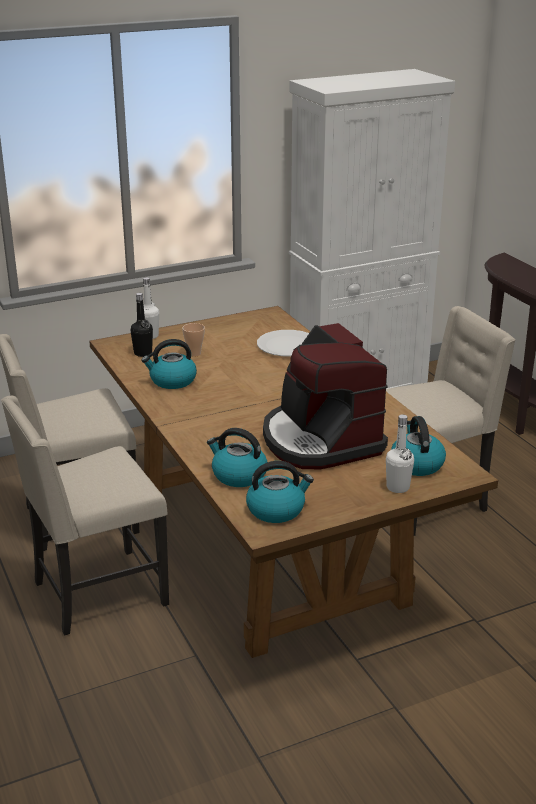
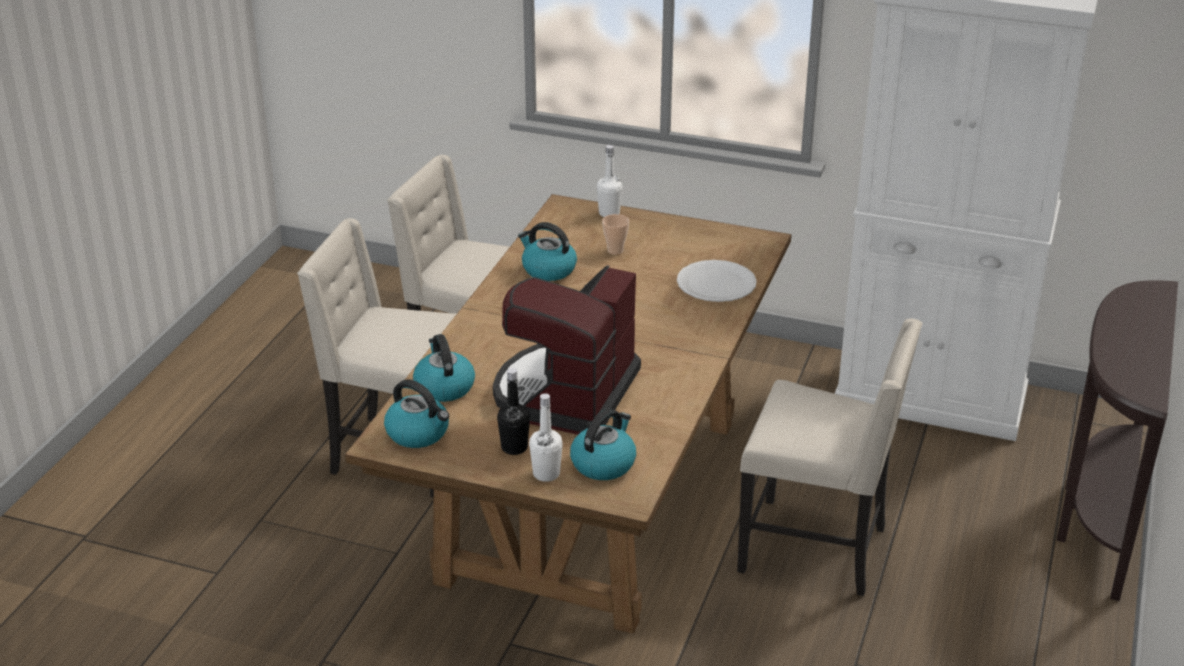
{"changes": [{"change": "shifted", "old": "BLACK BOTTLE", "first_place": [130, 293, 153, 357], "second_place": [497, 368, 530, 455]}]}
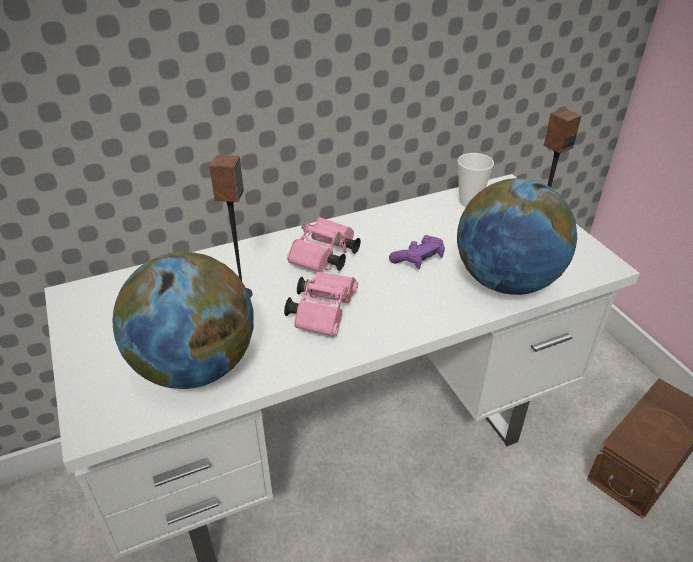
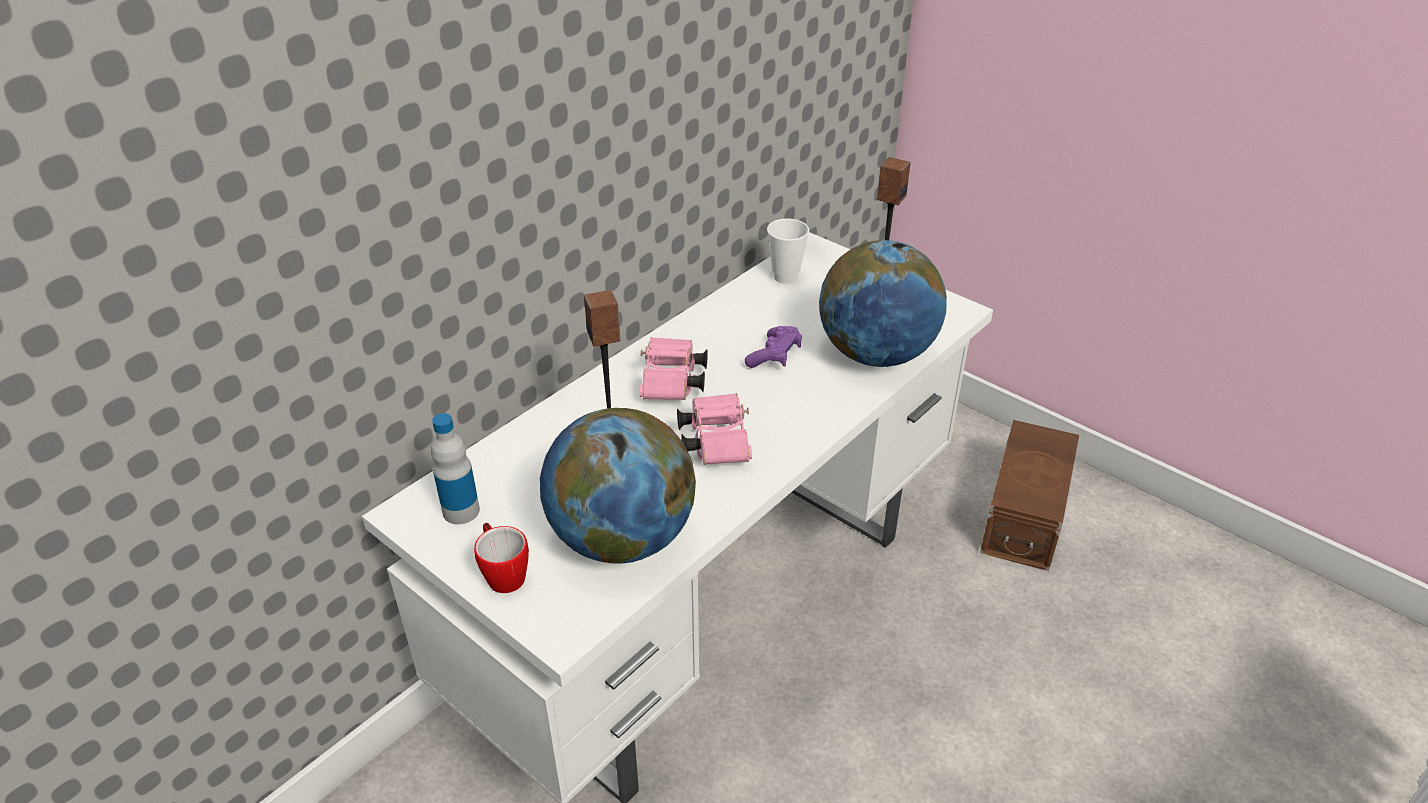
{"changes": [{"change": "new", "new": "BOTTLE", "second_place": [431, 413, 480, 524]}, {"change": "new", "new": "MUG", "second_place": [474, 523, 529, 593]}]}
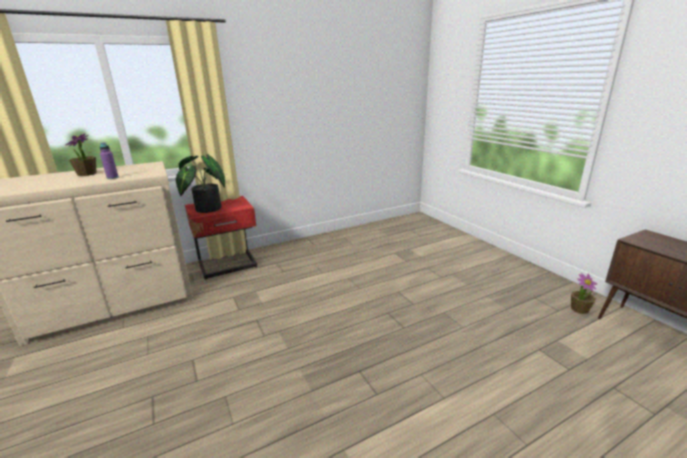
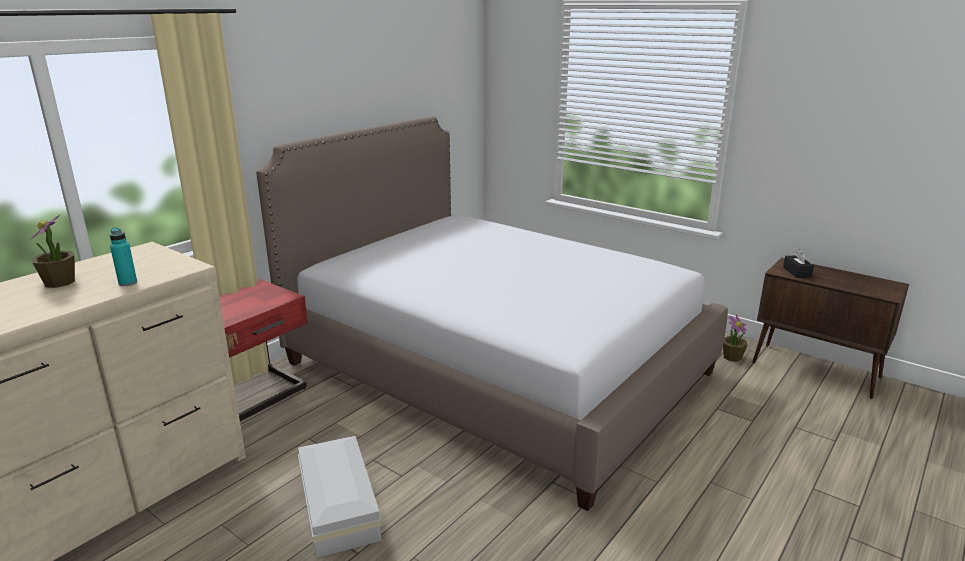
{"changes": [{"change": "repainted", "old": "PURPLE BOTTLE", "new": "TURQUOISE BOTTLE", "first_place": [99, 142, 119, 179], "second_place": [110, 228, 137, 286]}, {"change": "gone", "old": "POTTED PLANT", "first_place": [176, 154, 225, 213]}, {"change": "new", "new": "BED", "second_place": [256, 116, 728, 511]}, {"change": "new", "new": "BLACK TISSUE BOX", "second_place": [783, 249, 814, 278]}, {"change": "new", "new": "WHITE STORAGE BOX", "second_place": [298, 436, 382, 558]}]}
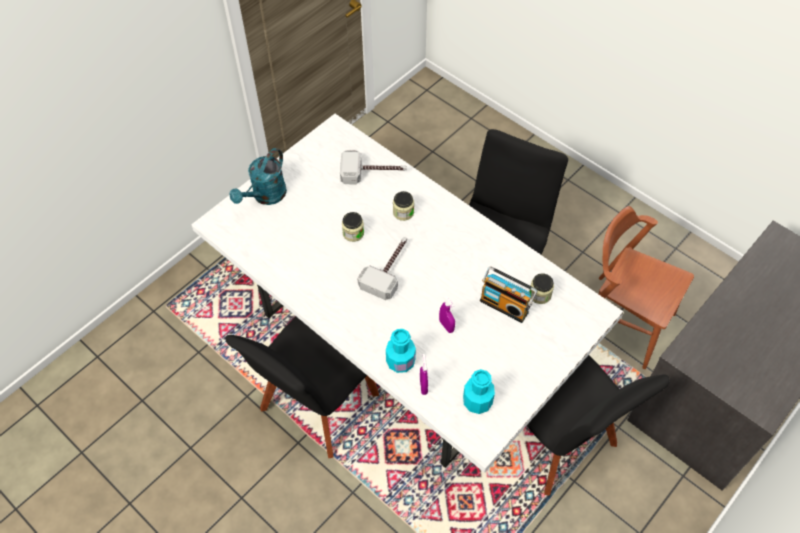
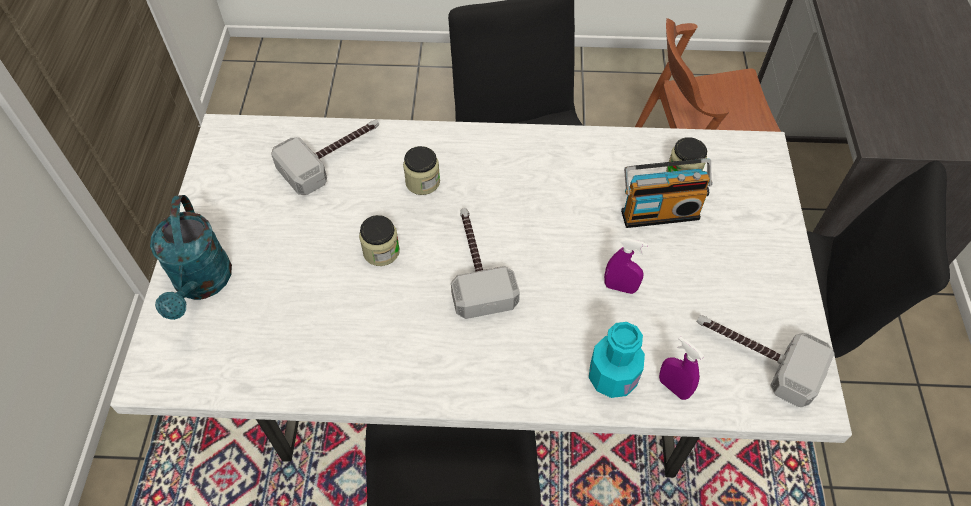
{"changes": [{"change": "swapped", "old": "TURQUOISE BOTTLE", "new": "HAMMER", "first_place": [463, 369, 495, 414], "second_place": [697, 315, 835, 407]}]}
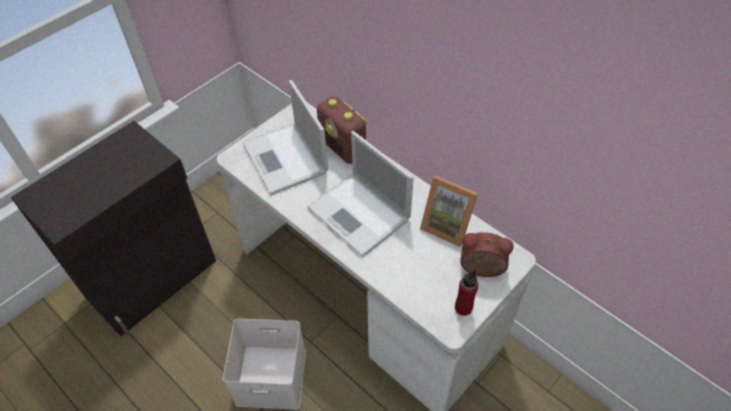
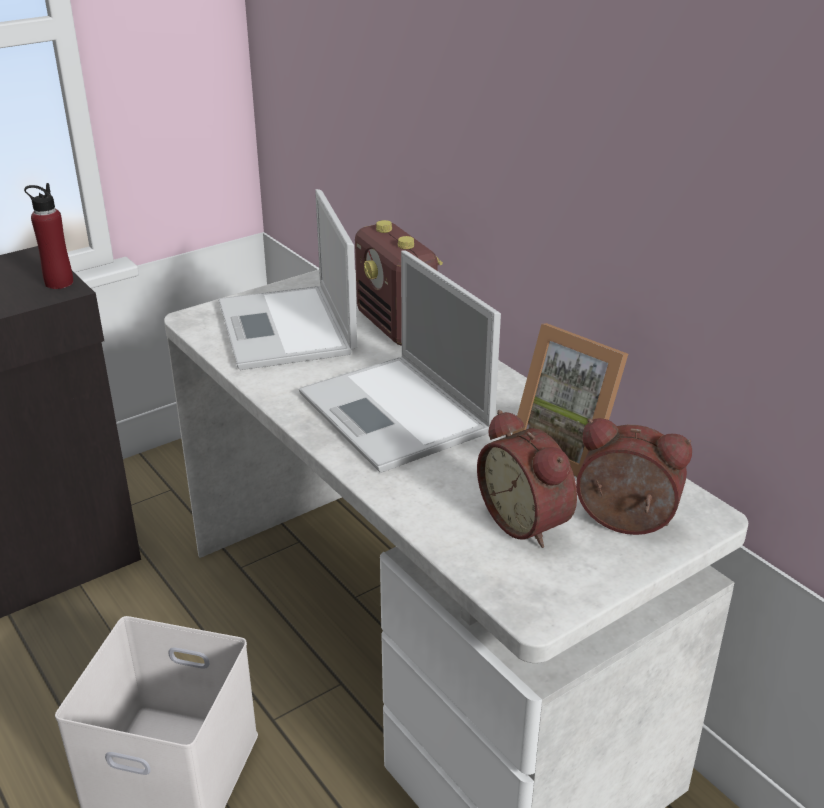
{"changes": [{"change": "shifted", "old": "RED BOTTLE", "first_place": [455, 270, 478, 316], "second_place": [24, 183, 73, 289]}, {"change": "new", "new": "ALARM CLOCK", "second_place": [477, 410, 577, 548]}]}
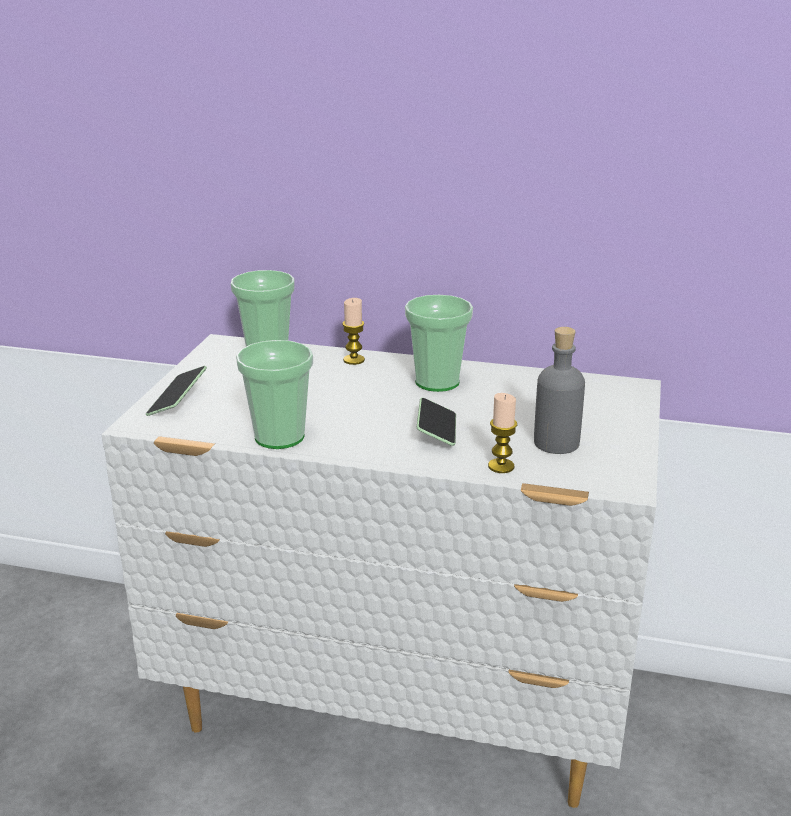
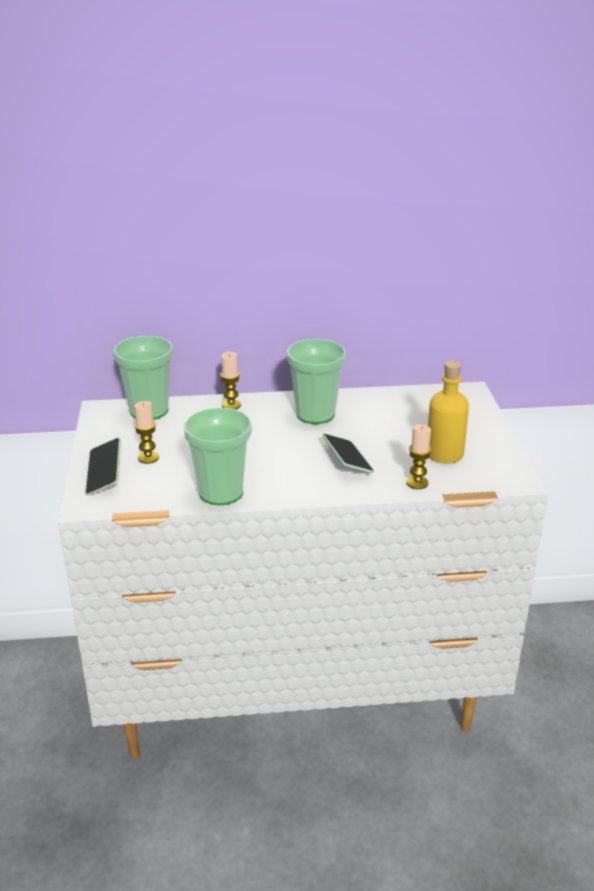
{"changes": [{"change": "repainted", "old": "GREY BOTTLE", "new": "YELLOW BOTTLE", "first_place": [534, 327, 585, 454], "second_place": [428, 360, 469, 463]}, {"change": "new", "new": "CANDLE", "second_place": [134, 401, 159, 464]}]}
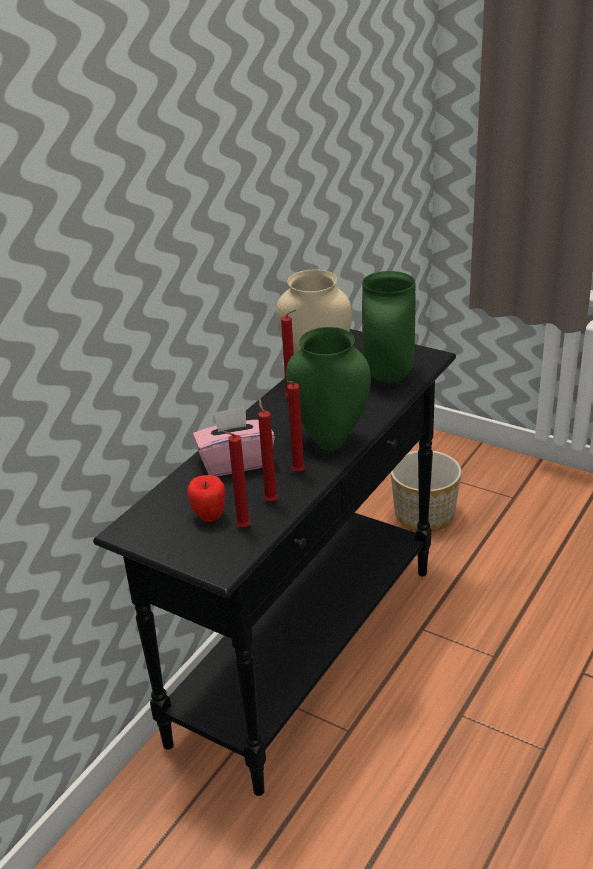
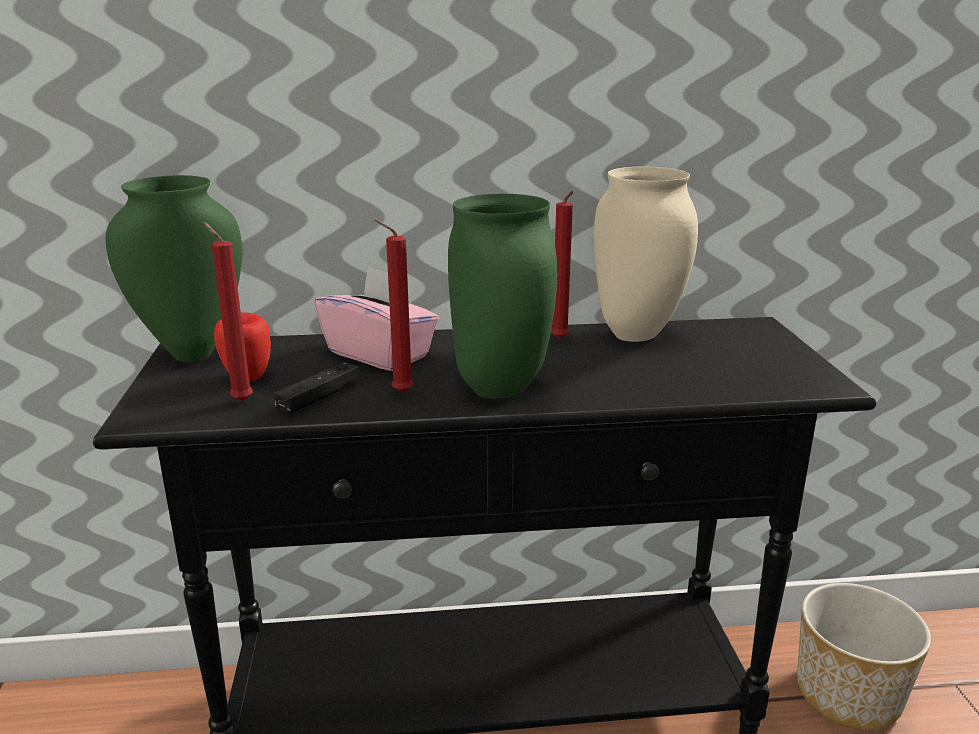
{"changes": [{"change": "shifted", "old": "GREEN VASE", "first_place": [362, 271, 416, 383], "second_place": [106, 175, 243, 362]}, {"change": "swapped", "old": "RED CANDLE", "new": "BLACK GAME CONTROLLER", "first_place": [258, 397, 278, 502], "second_place": [274, 362, 360, 415]}]}
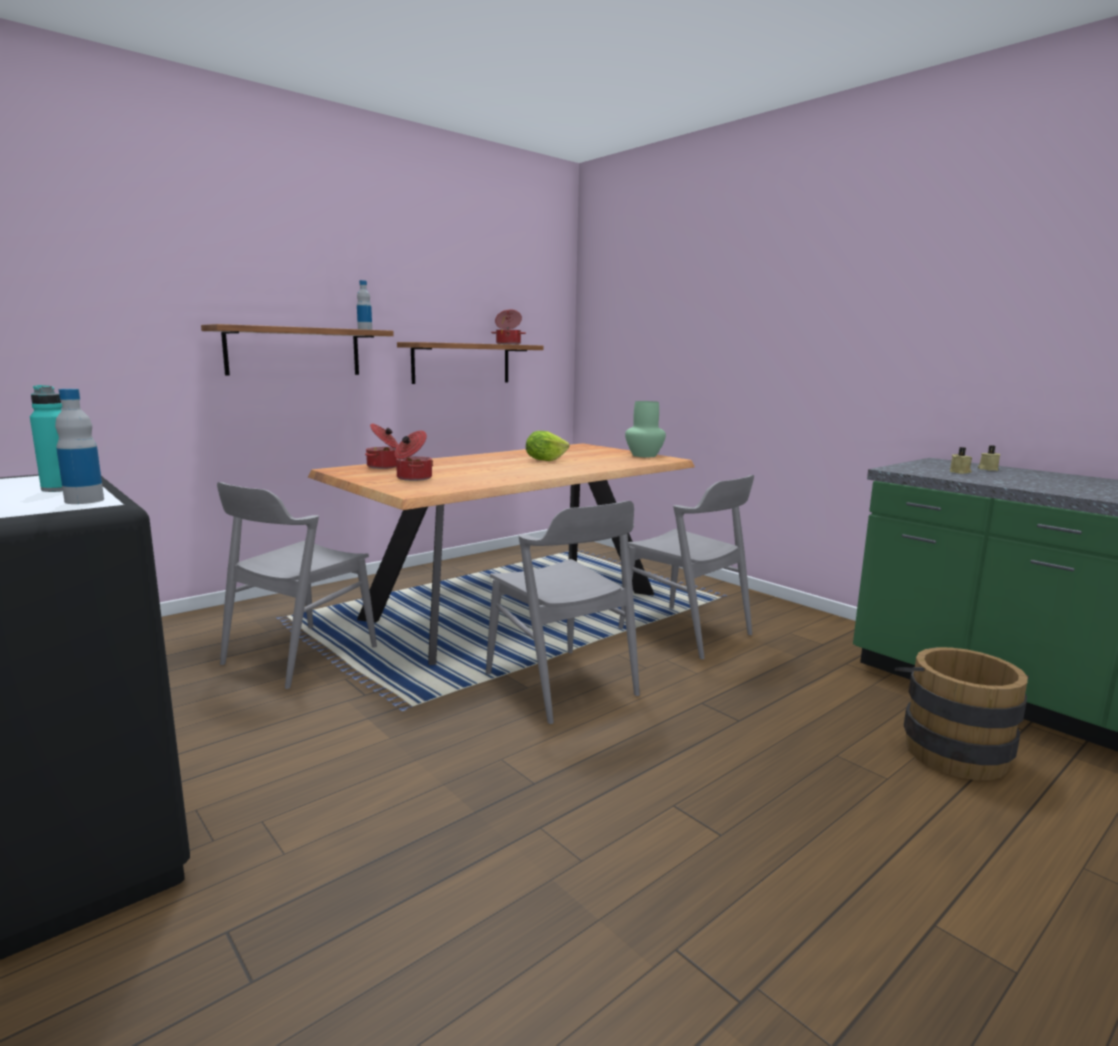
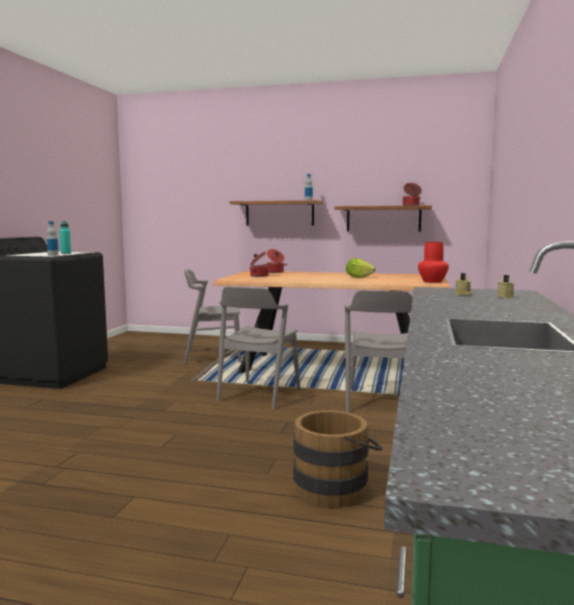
{"changes": [{"change": "repainted", "old": "GREEN VASE", "new": "RED VASE", "first_place": [625, 401, 666, 457], "second_place": [418, 242, 449, 283]}]}
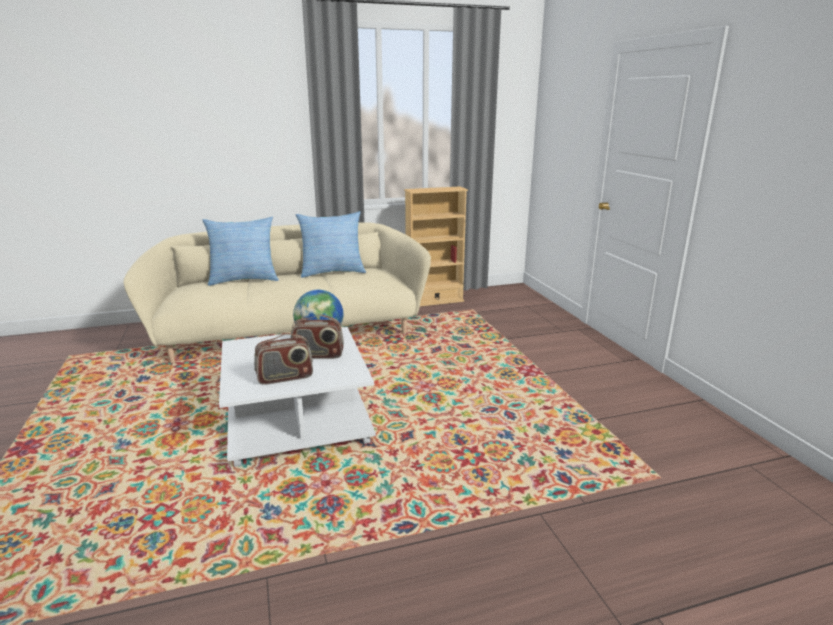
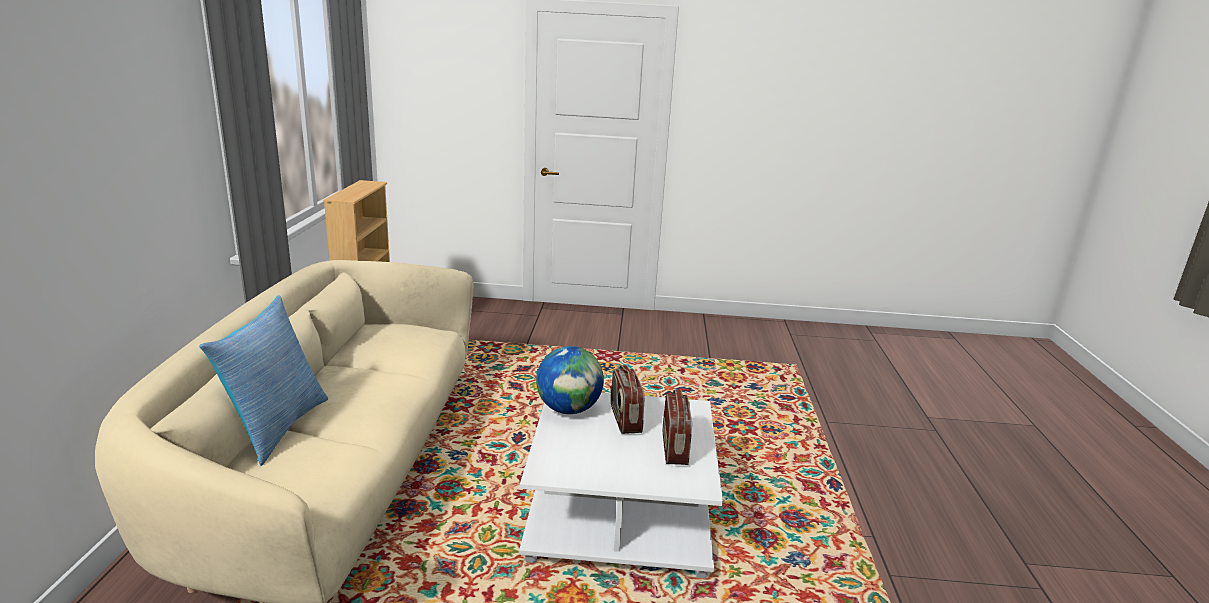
{"changes": [{"change": "gone", "old": "PILLOW", "first_place": [296, 211, 366, 278]}, {"change": "rotated", "old": "RADIO", "first_place": [291, 315, 344, 359], "second_place": [611, 365, 644, 434], "degrees": 150}]}
